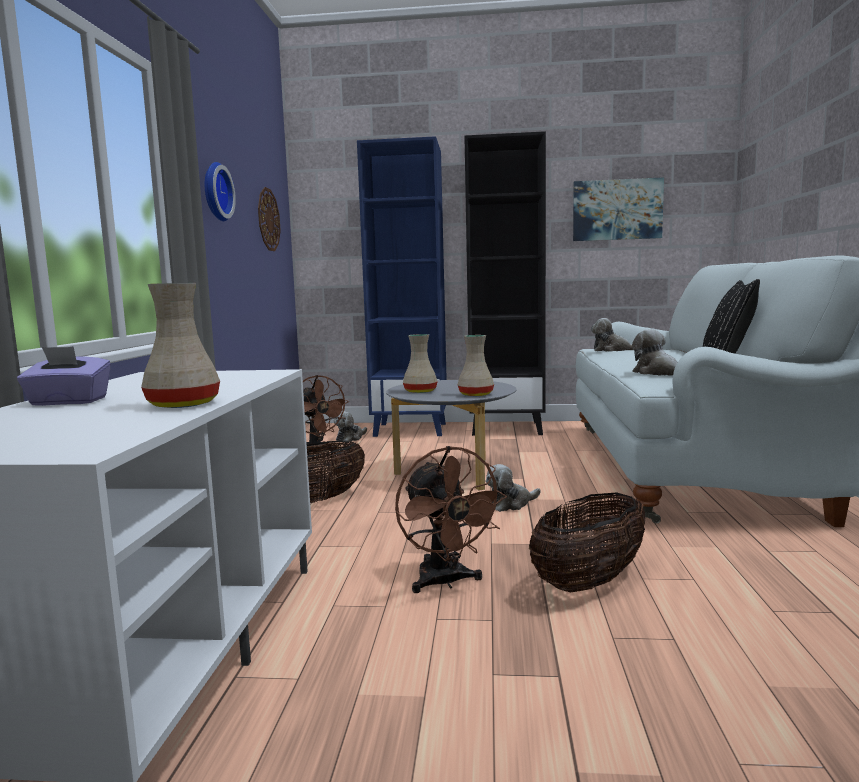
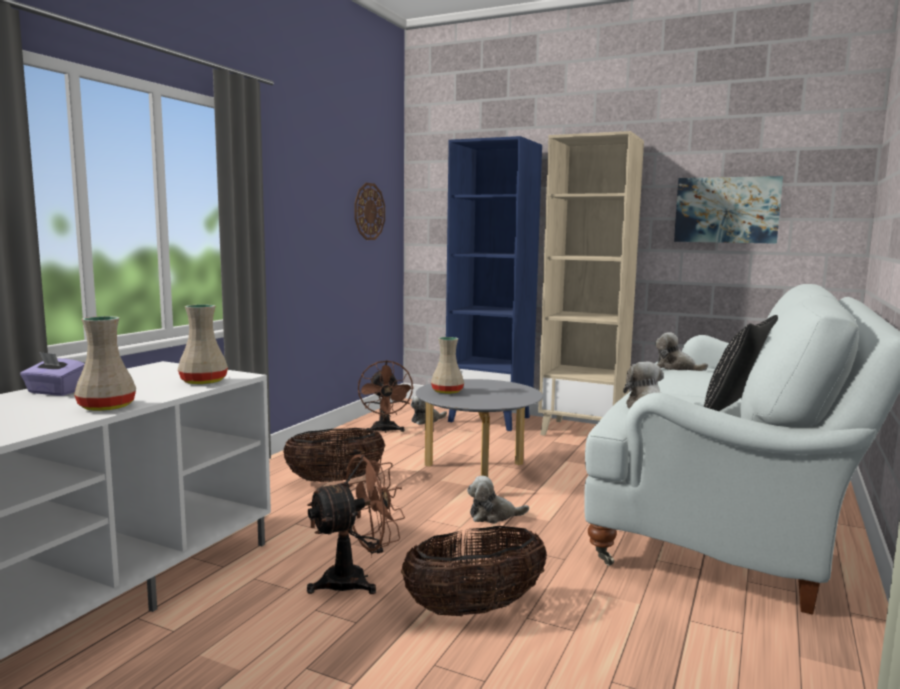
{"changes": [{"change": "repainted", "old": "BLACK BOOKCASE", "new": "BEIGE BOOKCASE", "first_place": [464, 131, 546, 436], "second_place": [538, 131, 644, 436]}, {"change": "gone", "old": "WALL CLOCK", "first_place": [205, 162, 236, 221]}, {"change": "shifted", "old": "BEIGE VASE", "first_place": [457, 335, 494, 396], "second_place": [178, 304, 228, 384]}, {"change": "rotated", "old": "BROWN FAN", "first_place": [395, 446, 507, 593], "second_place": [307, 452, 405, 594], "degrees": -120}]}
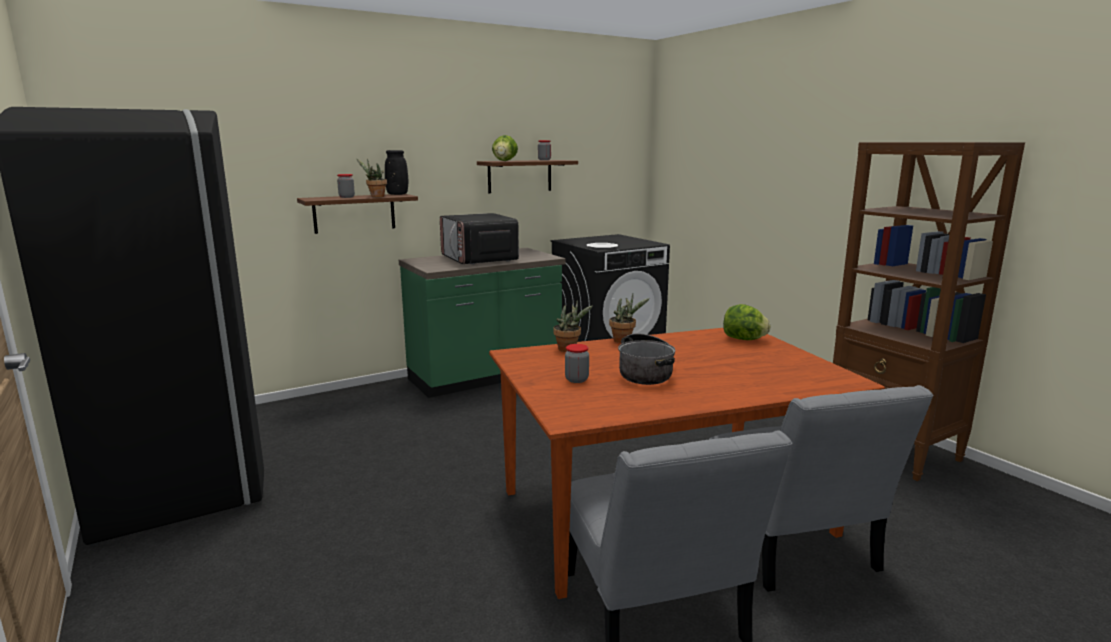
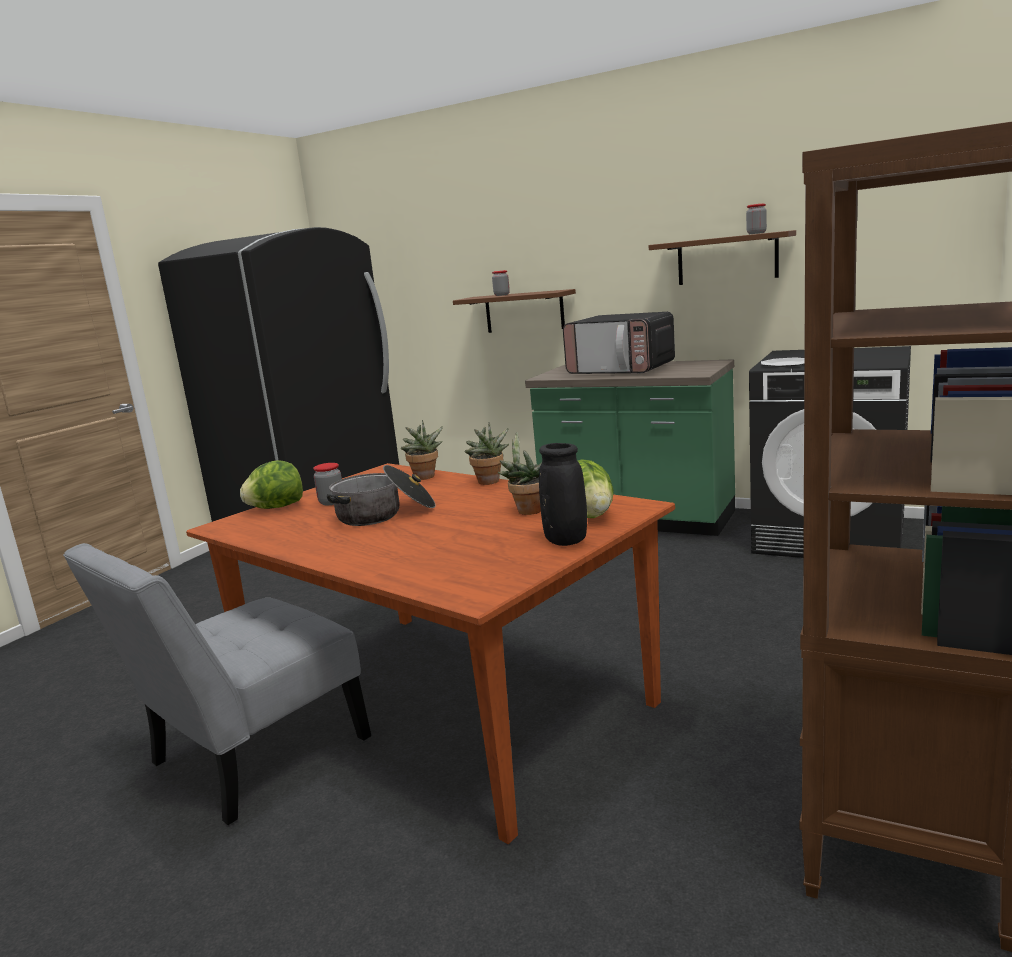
{"changes": [{"change": "shifted", "old": "LETTUCE", "first_place": [492, 135, 518, 161], "second_place": [240, 460, 303, 509]}, {"change": "shifted", "old": "BLACK VASE", "first_place": [385, 150, 409, 195], "second_place": [539, 443, 587, 546]}, {"change": "shifted", "old": "POTTED PLANT", "first_place": [356, 158, 387, 197], "second_place": [498, 432, 542, 515]}, {"change": "rotated", "old": "MICROWAVE", "first_place": [440, 213, 519, 265], "second_place": [563, 312, 675, 374], "degrees": -90}, {"change": "gone", "old": "GREY CHAIR", "first_place": [709, 385, 934, 592]}]}
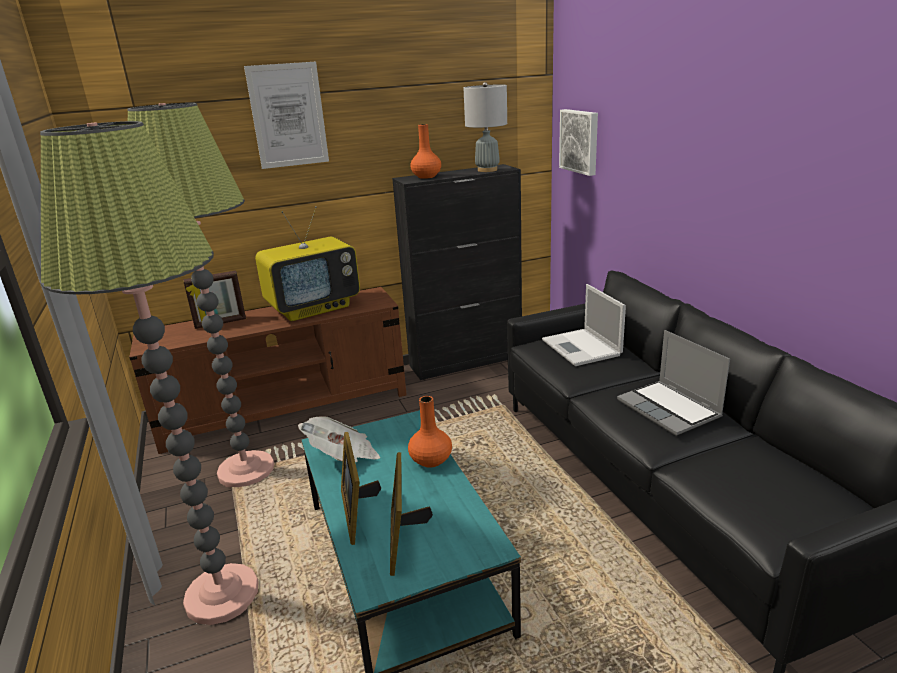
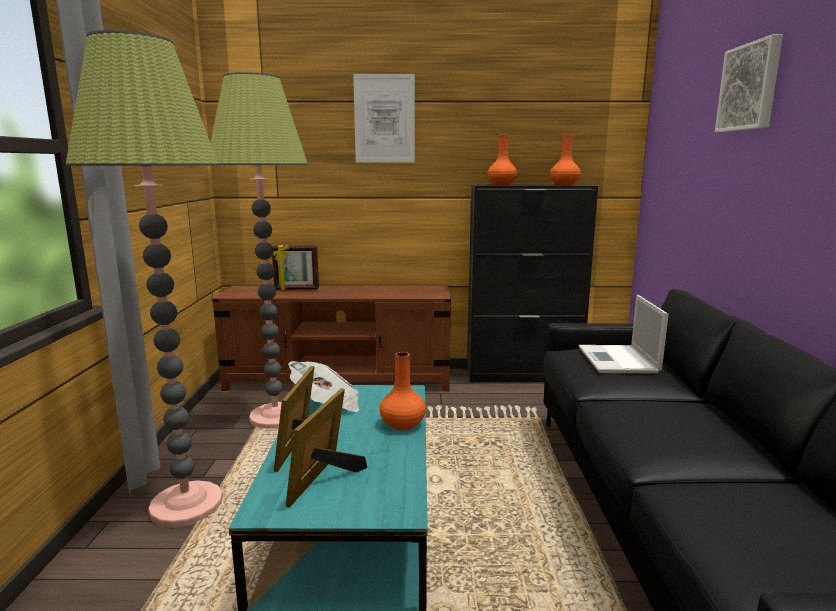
{"changes": [{"change": "swapped", "old": "GREY TABLE LAMP", "new": "ORANGE VASE", "first_place": [463, 82, 507, 172], "second_place": [550, 134, 581, 185]}, {"change": "shifted", "old": "PICTURE", "first_place": [559, 109, 598, 176], "second_place": [715, 34, 783, 132]}, {"change": "gone", "old": "TELEVISION", "first_place": [255, 206, 360, 321]}, {"change": "gone", "old": "LAPTOP", "first_place": [617, 330, 730, 436]}]}
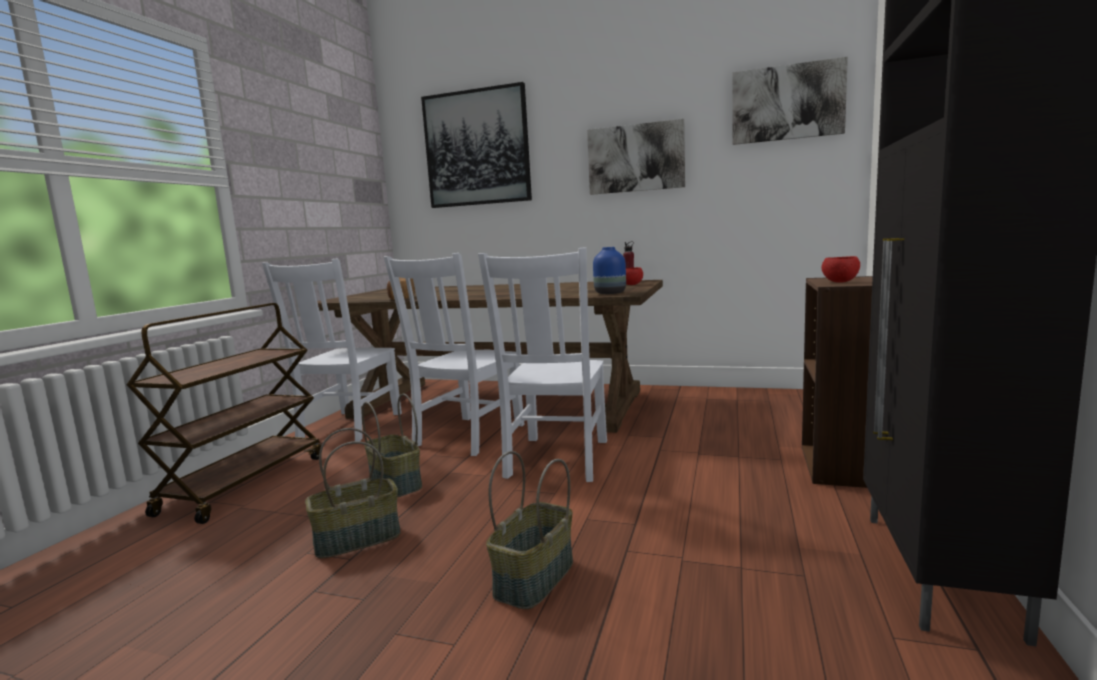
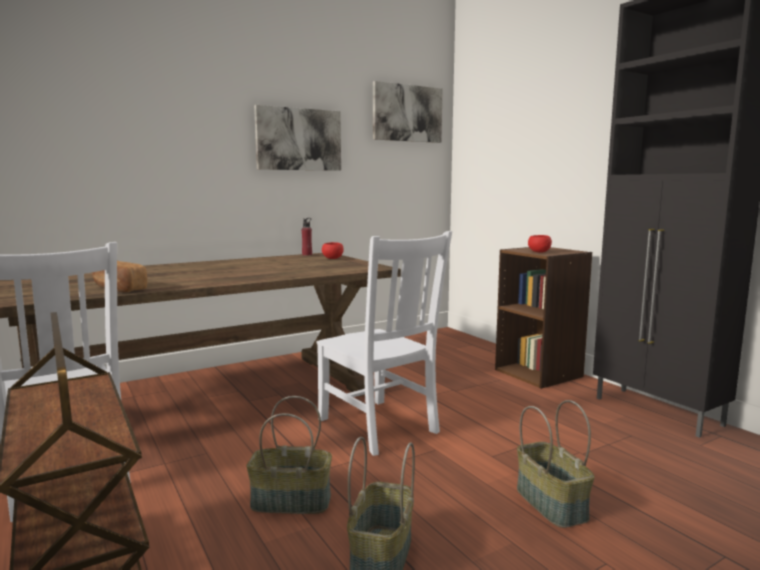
{"changes": [{"change": "gone", "old": "PICTURE", "first_place": [421, 82, 532, 208]}, {"change": "gone", "old": "BLUE VASE", "first_place": [593, 247, 626, 294]}, {"change": "gone", "old": "WHITE CHAIR", "first_place": [384, 253, 525, 456]}]}
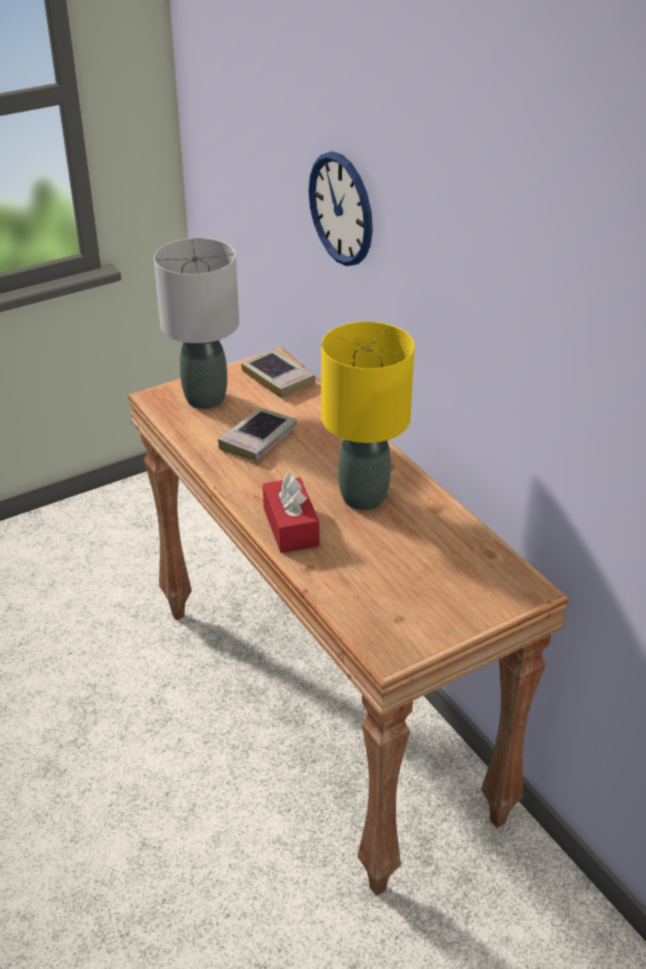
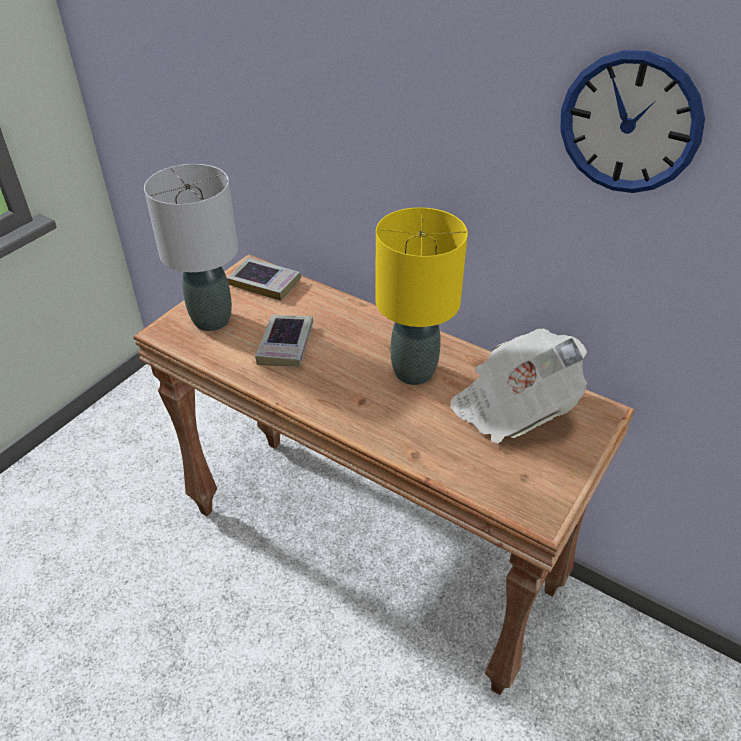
{"changes": [{"change": "shifted", "old": "WALL CLOCK", "first_place": [309, 151, 373, 266], "second_place": [560, 50, 705, 193]}, {"change": "gone", "old": "RED TISSUE BOX", "first_place": [263, 472, 319, 553]}, {"change": "new", "new": "NEWSPAPER", "second_place": [451, 328, 587, 444]}]}
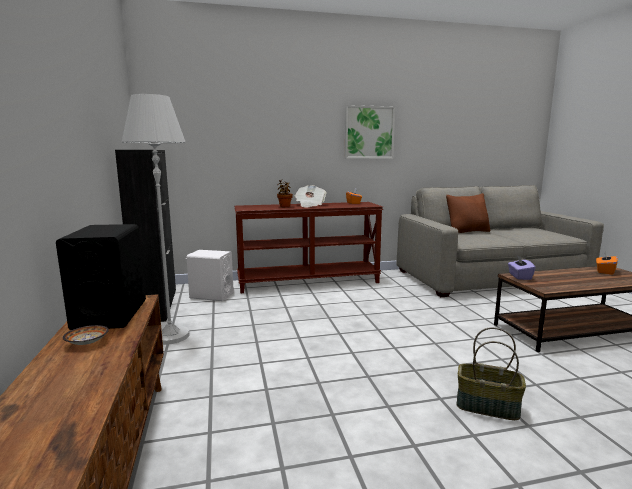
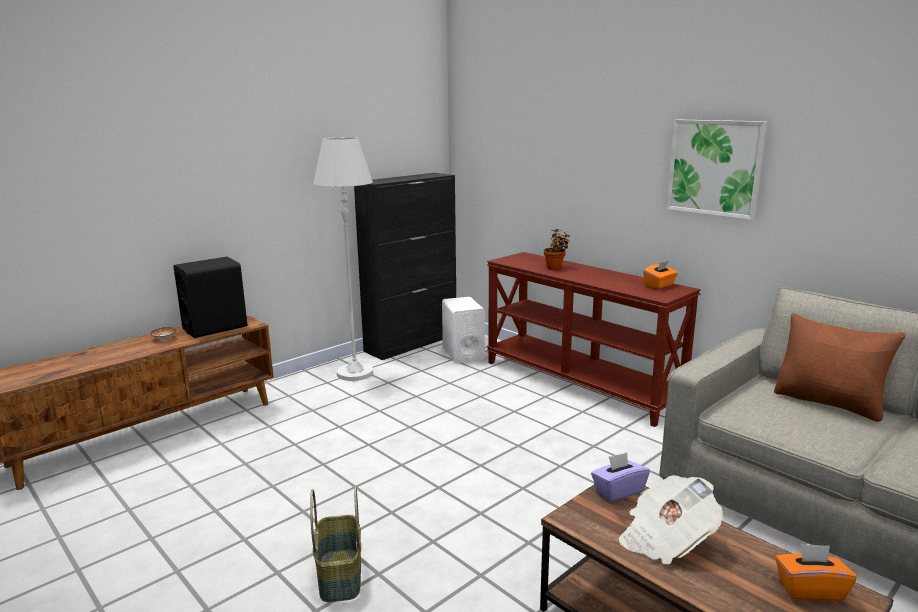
{"changes": [{"change": "shifted", "old": "NEWSPAPER", "first_place": [295, 185, 327, 207], "second_place": [619, 475, 723, 565]}]}
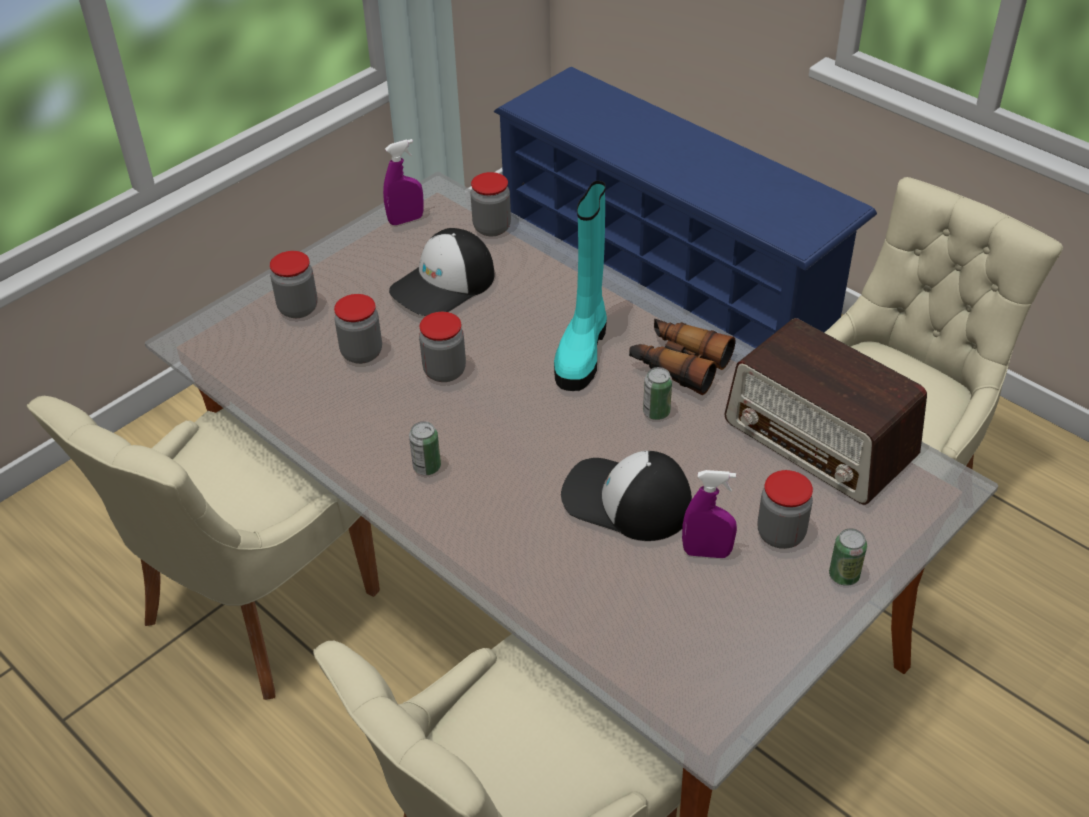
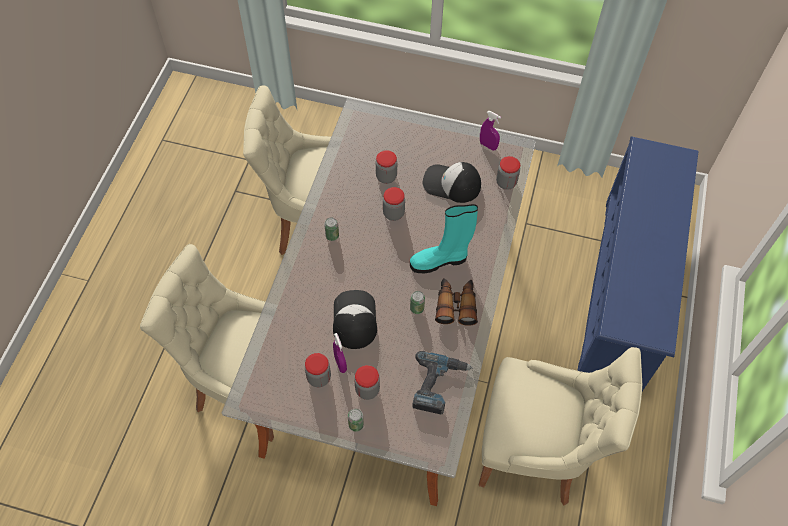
{"changes": [{"change": "shifted", "old": "JAR", "first_place": [270, 251, 317, 318], "second_place": [305, 353, 331, 387]}, {"change": "swapped", "old": "RADIO", "new": "POWER DRILL", "first_place": [724, 318, 927, 505], "second_place": [412, 351, 473, 415]}]}
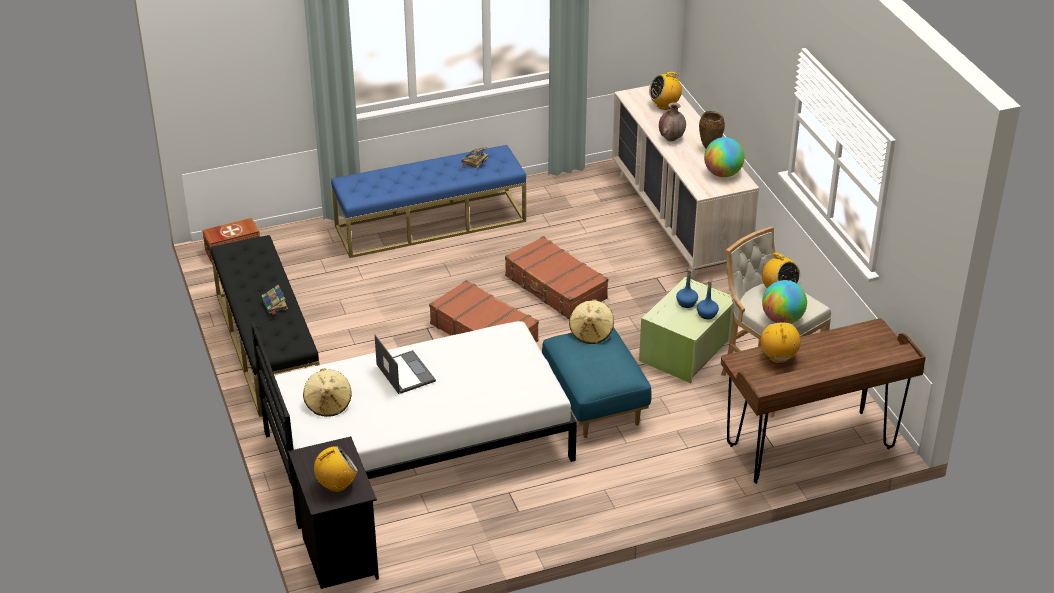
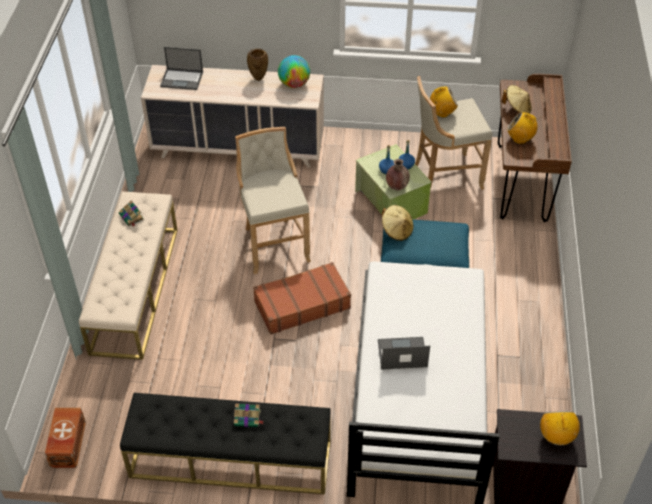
{"changes": [{"change": "swapped", "old": "RADIO", "new": "LAPTOP", "first_place": [649, 72, 682, 110], "second_place": [160, 47, 203, 90]}, {"change": "shifted", "old": "BROWN VASE", "first_place": [659, 102, 686, 141], "second_place": [386, 159, 410, 191]}, {"change": "repainted", "old": "BLUE BENCH", "new": "BEIGE BENCH", "first_place": [331, 145, 526, 258], "second_place": [79, 191, 178, 360]}, {"change": "swapped", "old": "BROWN SUITCASE", "new": "BEIGE STOOL", "first_place": [505, 236, 609, 319], "second_place": [235, 127, 311, 274]}, {"change": "gone", "old": "GLOBE", "first_place": [762, 280, 807, 324]}, {"change": "shifted", "old": "BEIGE HAT", "first_place": [303, 369, 352, 417], "second_place": [502, 85, 532, 114]}]}
